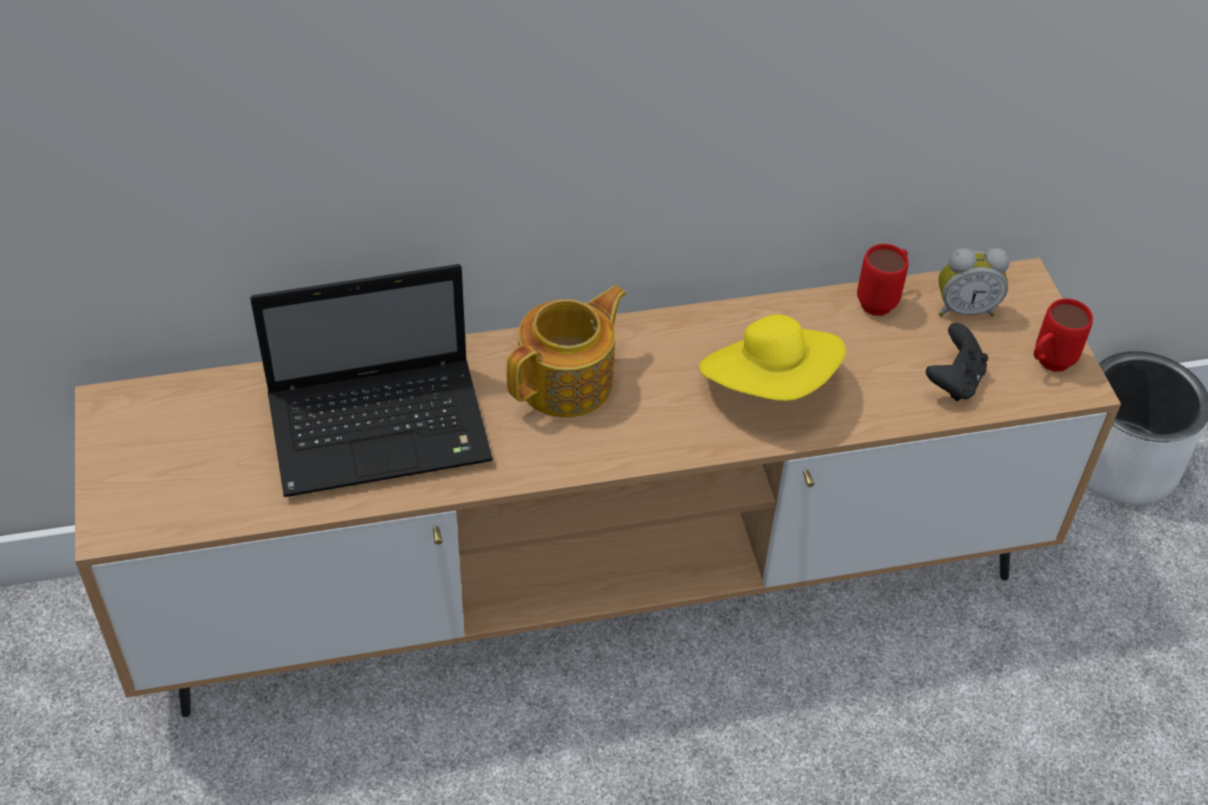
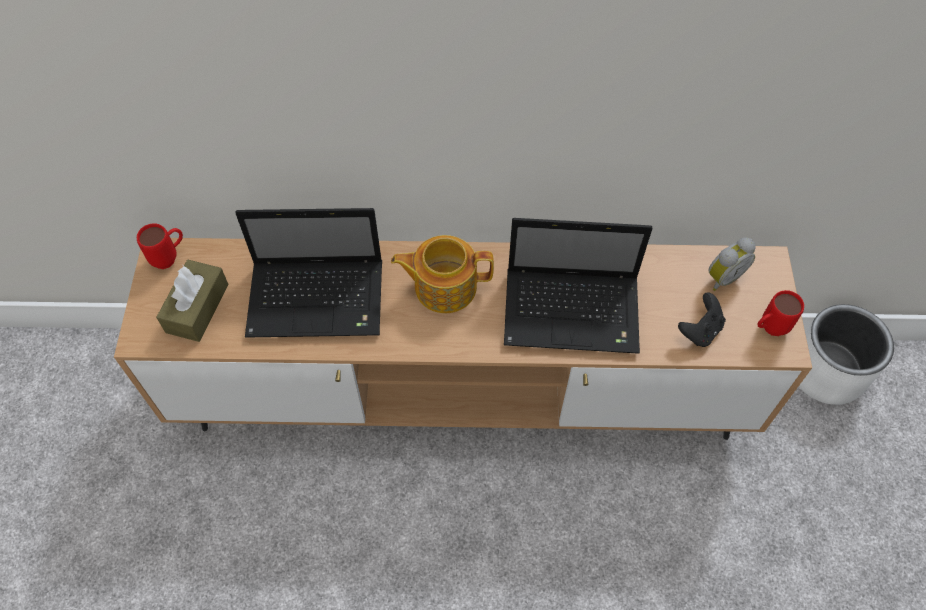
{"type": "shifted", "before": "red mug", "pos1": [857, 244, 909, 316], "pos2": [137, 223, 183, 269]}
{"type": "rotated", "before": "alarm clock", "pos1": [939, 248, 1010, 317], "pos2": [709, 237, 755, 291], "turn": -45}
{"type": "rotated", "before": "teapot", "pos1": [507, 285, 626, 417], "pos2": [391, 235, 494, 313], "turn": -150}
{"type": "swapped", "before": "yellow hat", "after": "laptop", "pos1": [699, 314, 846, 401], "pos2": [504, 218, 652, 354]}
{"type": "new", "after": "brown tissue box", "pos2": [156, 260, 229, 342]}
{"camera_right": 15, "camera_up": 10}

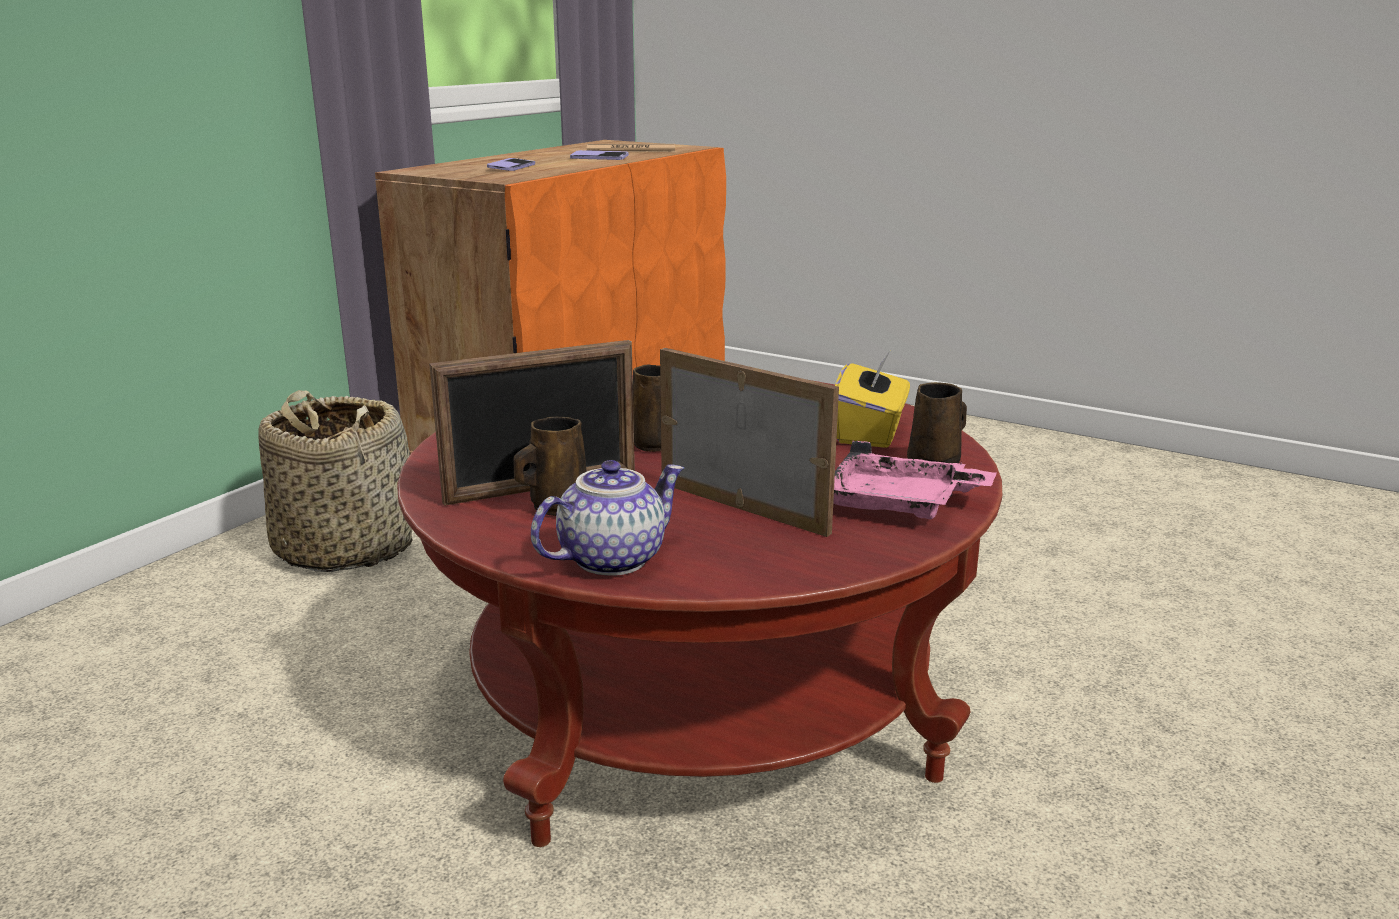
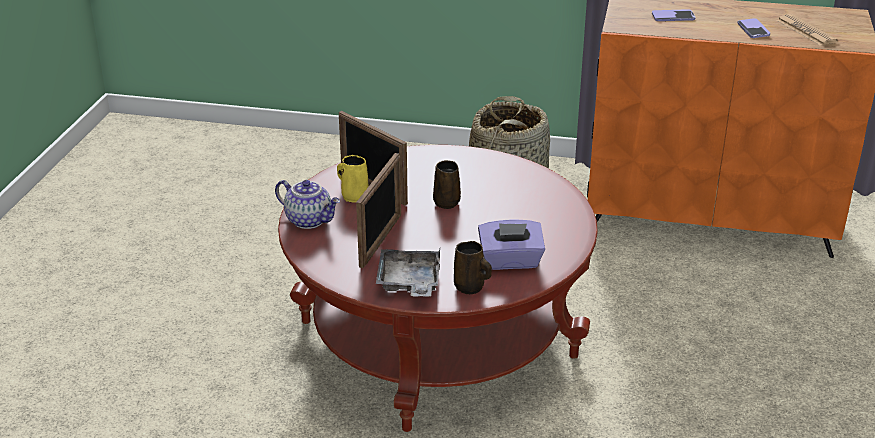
{"type": "repainted", "before": "yellow tissue box", "after": "purple tissue box", "pos1": [835, 350, 910, 448], "pos2": [478, 220, 545, 270]}
{"type": "repainted", "before": "brown mug", "after": "yellow mug", "pos1": [513, 417, 587, 516], "pos2": [337, 155, 369, 203]}
{"type": "repainted", "before": "pink tray", "after": "grey tray", "pos1": [833, 441, 997, 520], "pos2": [376, 249, 440, 297]}
{"camera_right": 70, "camera_up": 10}

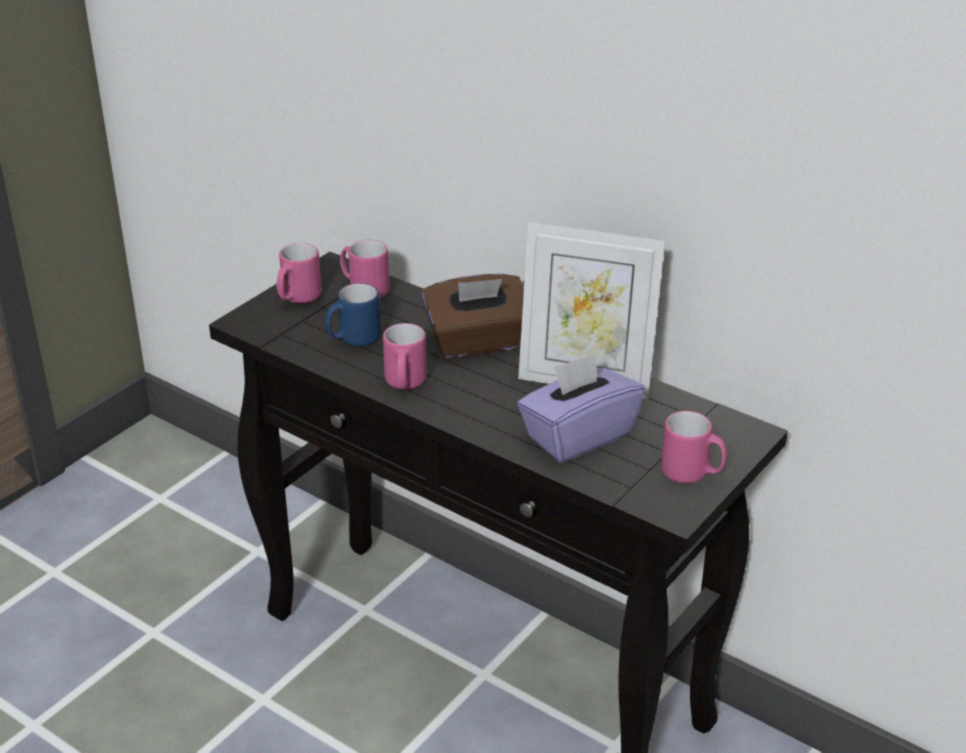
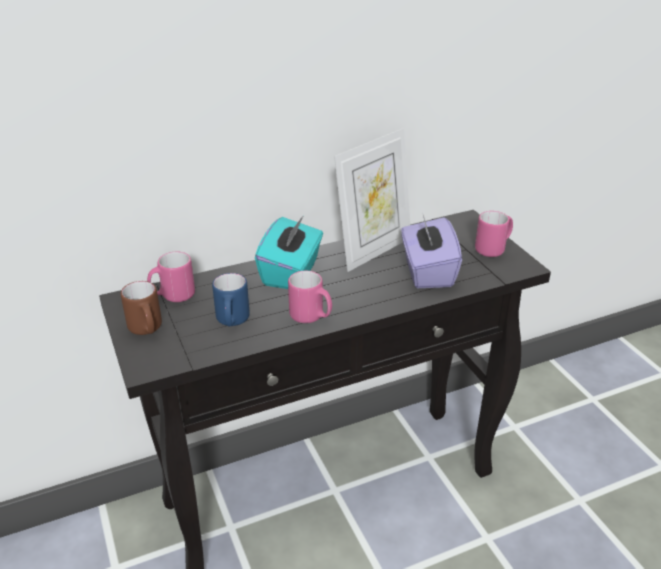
{"type": "repainted", "before": "pink mug", "after": "brown mug", "pos1": [277, 243, 322, 303], "pos2": [121, 281, 162, 335]}
{"type": "repainted", "before": "brown tissue box", "after": "turquoise tissue box", "pos1": [422, 274, 524, 358], "pos2": [255, 215, 323, 289]}
{"camera_right": -60, "camera_up": 0}

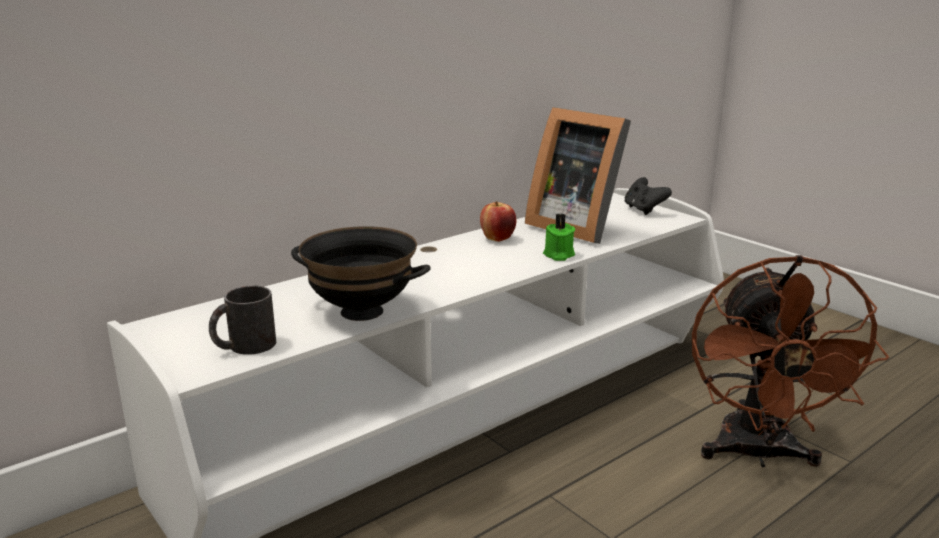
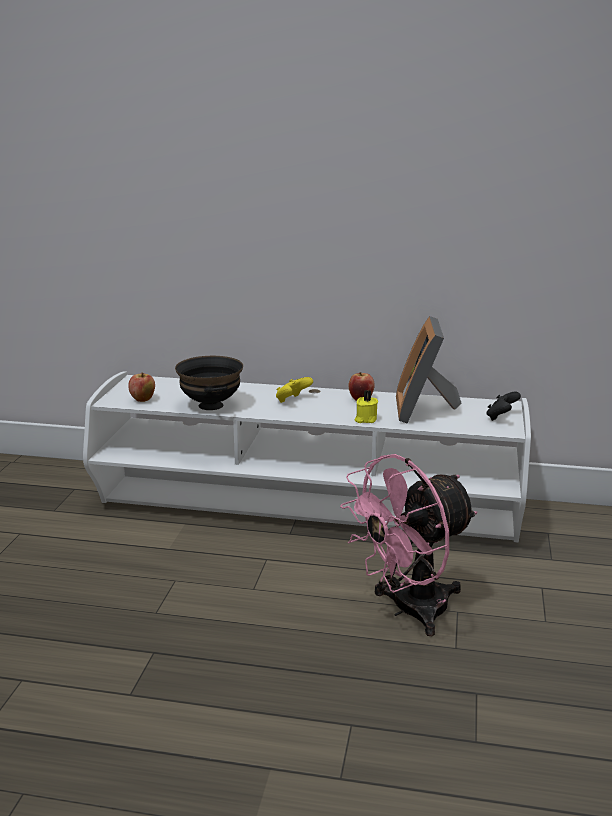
{"type": "repainted", "before": "green candle", "after": "yellow candle", "pos1": [543, 214, 575, 261], "pos2": [354, 390, 378, 423]}
{"type": "repainted", "before": "brown fan", "after": "pink fan", "pos1": [692, 255, 889, 467], "pos2": [340, 454, 478, 636]}
{"type": "swapped", "before": "black mug", "after": "apple", "pos1": [209, 286, 276, 355], "pos2": [128, 373, 155, 402]}
{"type": "new", "after": "yellow game controller", "pos2": [276, 377, 313, 403]}
{"camera_right": 50, "camera_up": 0}

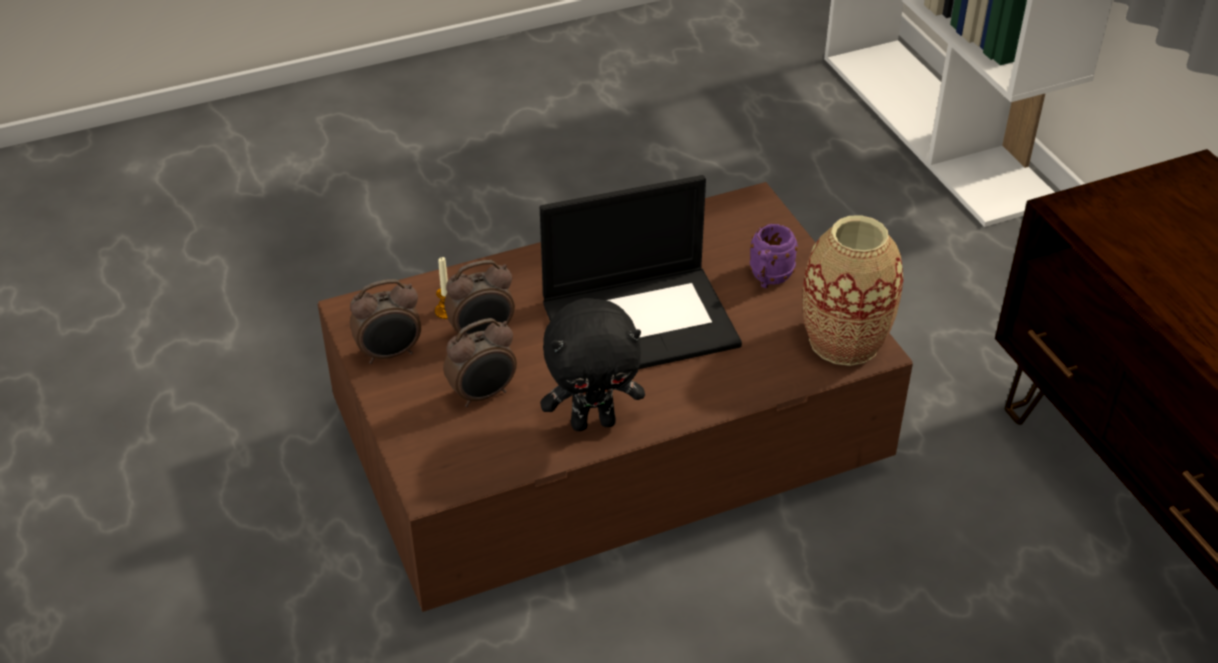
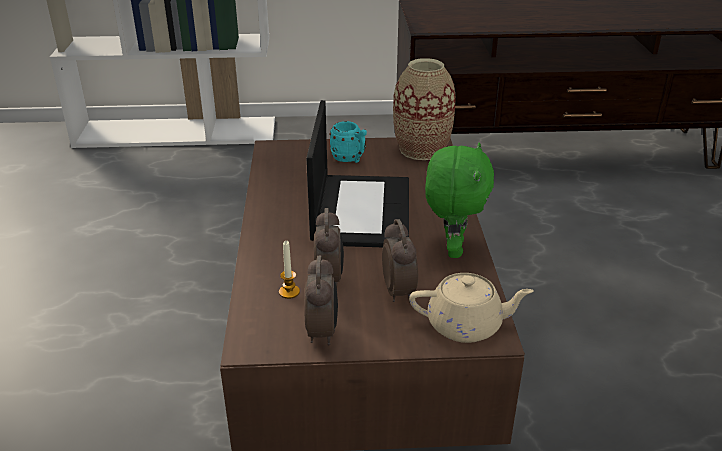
{"type": "repainted", "before": "purple mug", "after": "turquoise mug", "pos1": [750, 224, 798, 288], "pos2": [329, 121, 367, 163]}
{"type": "repainted", "before": "black plush toy", "after": "green plush toy", "pos1": [540, 298, 645, 431], "pos2": [425, 143, 494, 258]}
{"type": "new", "after": "beige teapot", "pos2": [409, 273, 534, 343]}
{"camera_right": -70, "camera_up": -10}

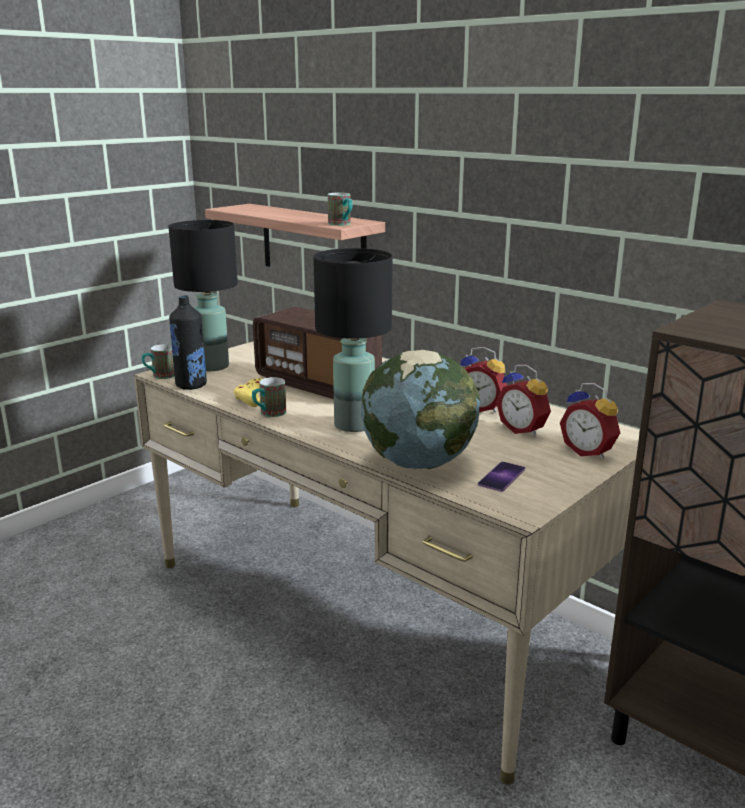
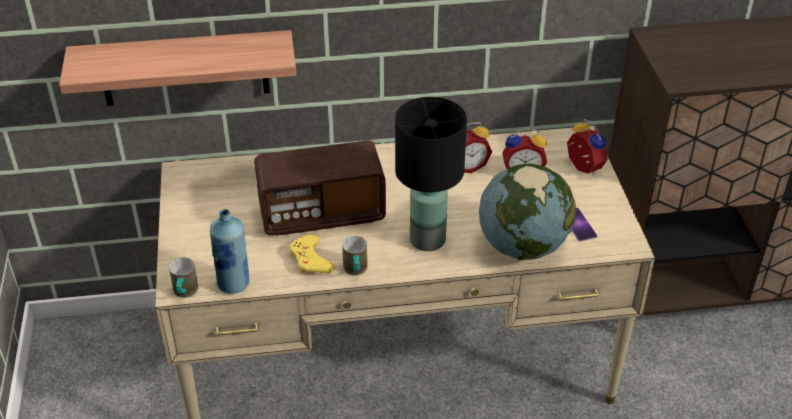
{"type": "gone", "before": "mug", "pos1": [328, 193, 352, 226]}
{"type": "gone", "before": "black table lamp", "pos1": [168, 220, 238, 371]}
{"type": "repainted", "before": "black bottle", "after": "blue bottle", "pos1": [169, 295, 207, 390], "pos2": [210, 209, 250, 294]}
{"type": "rotated", "before": "alarm clock", "pos1": [560, 383, 620, 459], "pos2": [567, 119, 608, 175], "turn": -120}
{"camera_right": -50, "camera_up": 20}

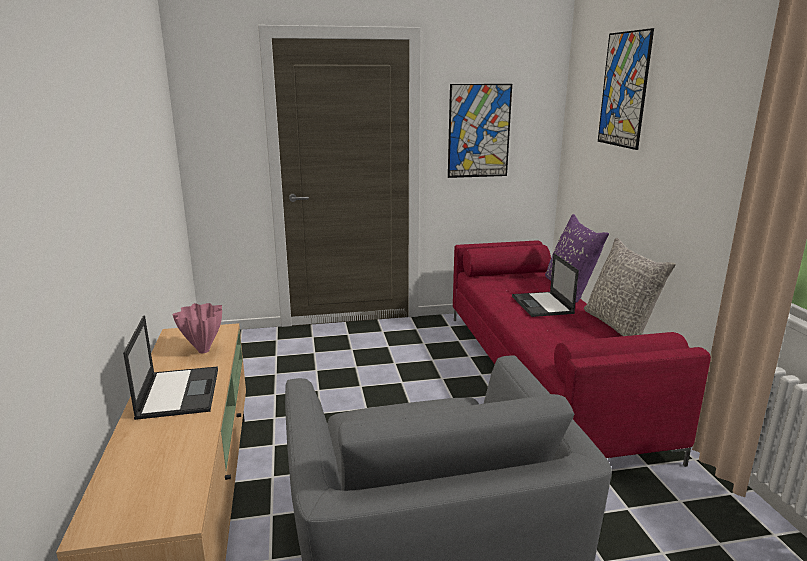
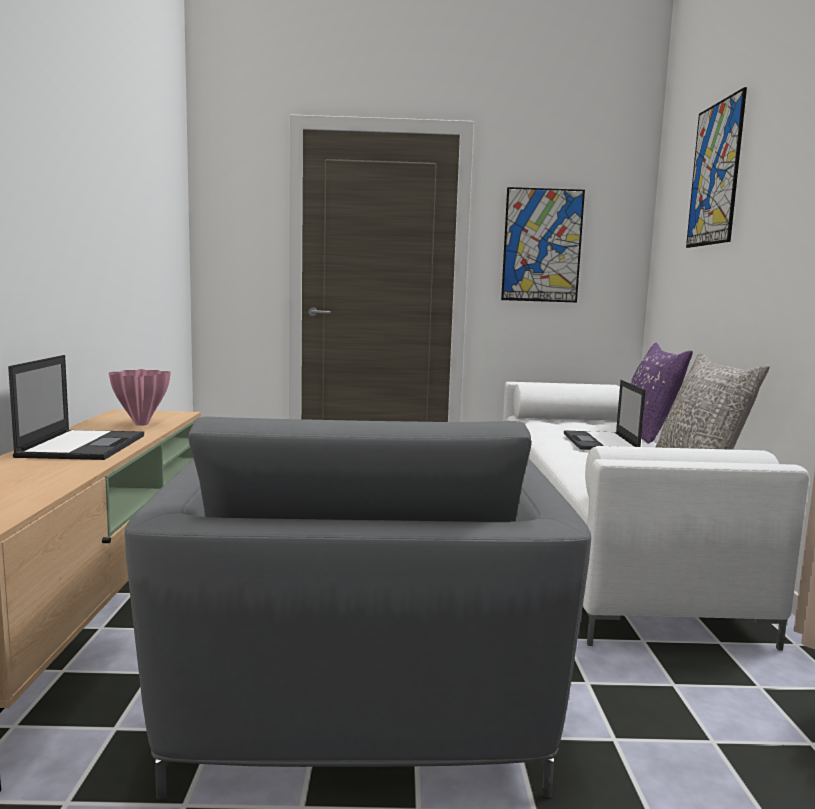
{"type": "repainted", "before": "red sofa", "after": "white sofa", "pos1": [453, 240, 711, 467], "pos2": [503, 382, 809, 651]}
{"camera_right": 10, "camera_up": -10}

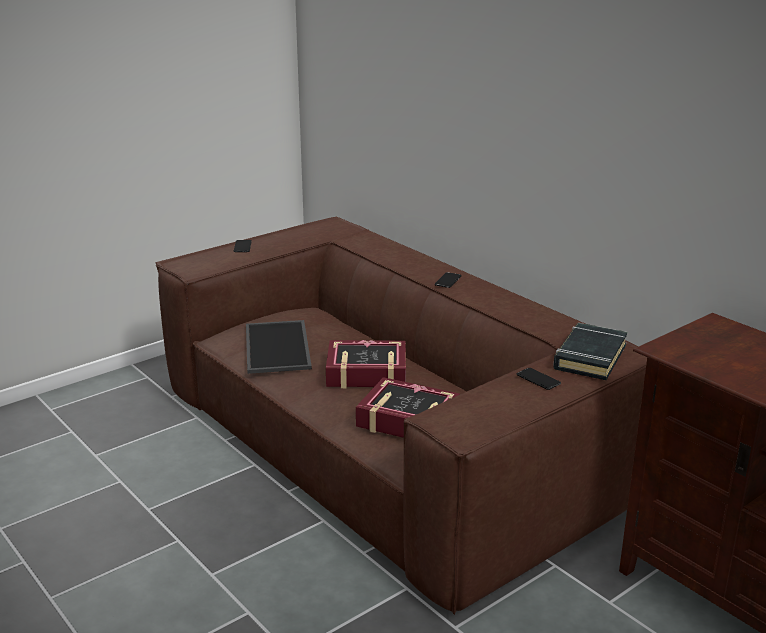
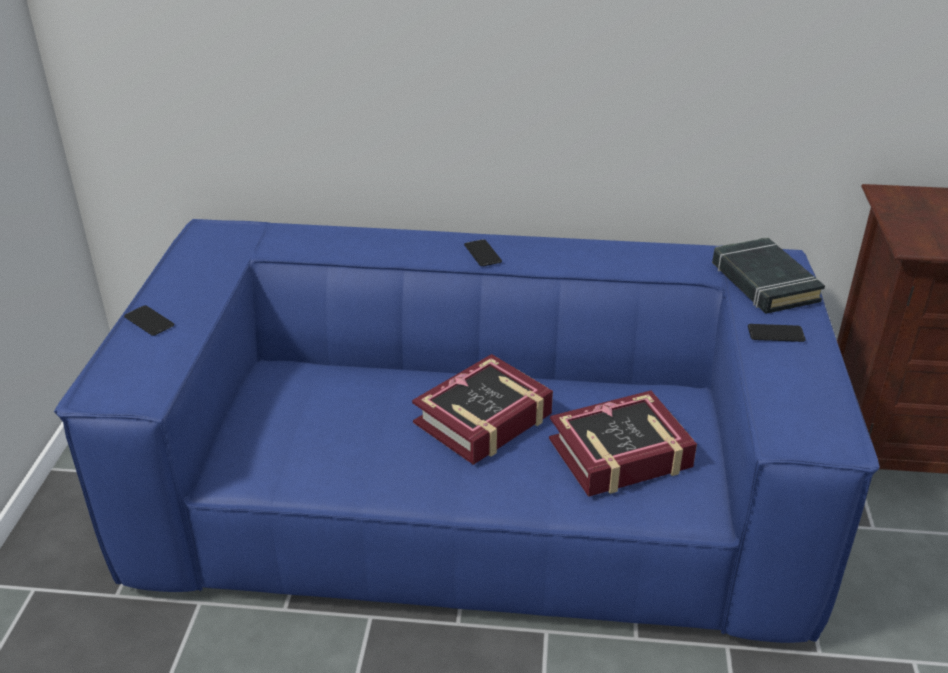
{"type": "repainted", "before": "brown sofa", "after": "blue sofa", "pos1": [155, 217, 647, 615], "pos2": [54, 219, 880, 643]}
{"type": "gone", "before": "tray", "pos1": [246, 320, 312, 374]}
{"camera_right": -45, "camera_up": 10}

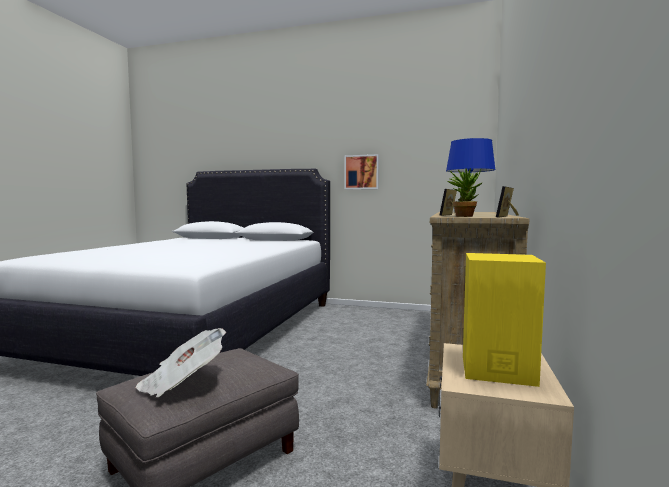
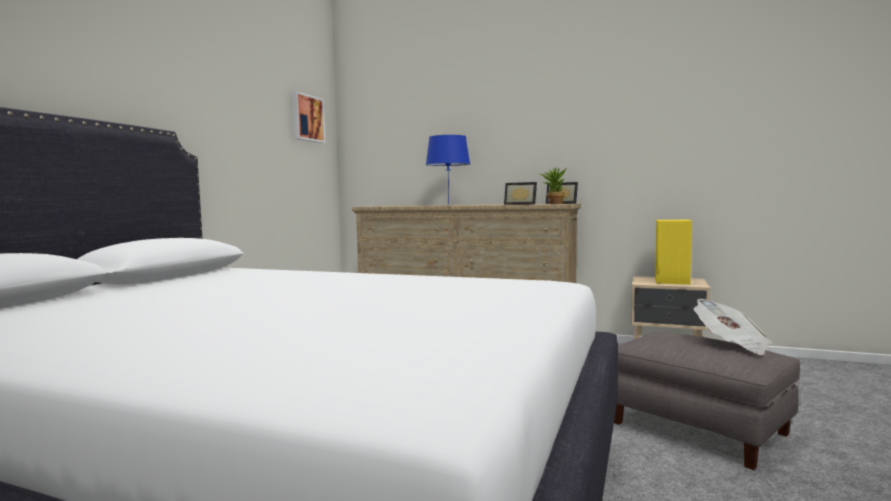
{"type": "shifted", "before": "picture", "pos1": [345, 154, 379, 189], "pos2": [292, 91, 325, 143]}
{"camera_right": -85, "camera_up": 0}

